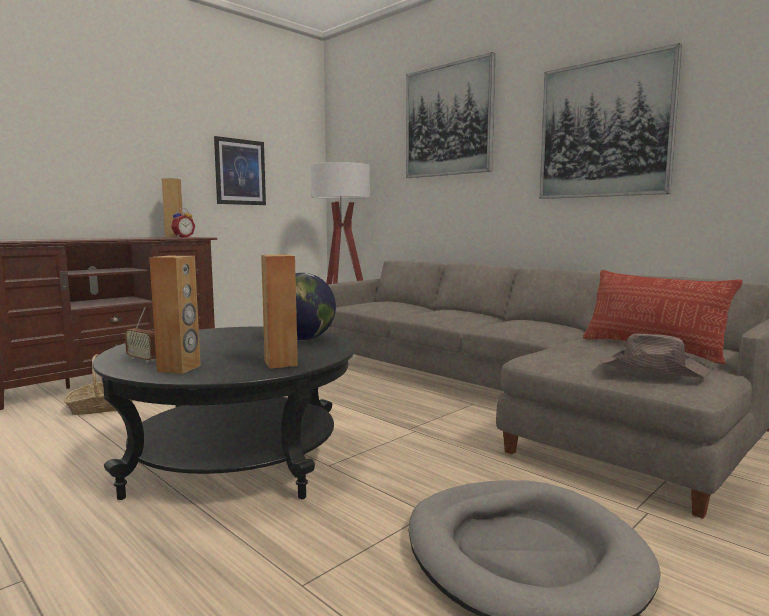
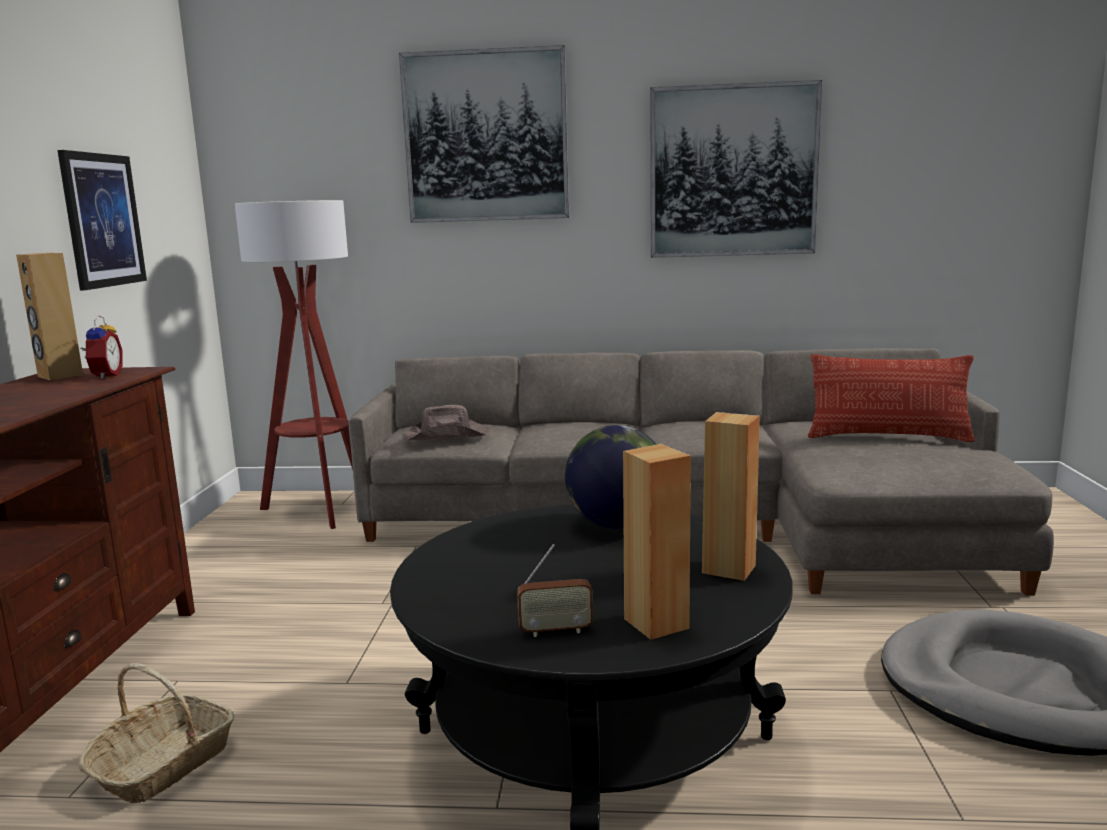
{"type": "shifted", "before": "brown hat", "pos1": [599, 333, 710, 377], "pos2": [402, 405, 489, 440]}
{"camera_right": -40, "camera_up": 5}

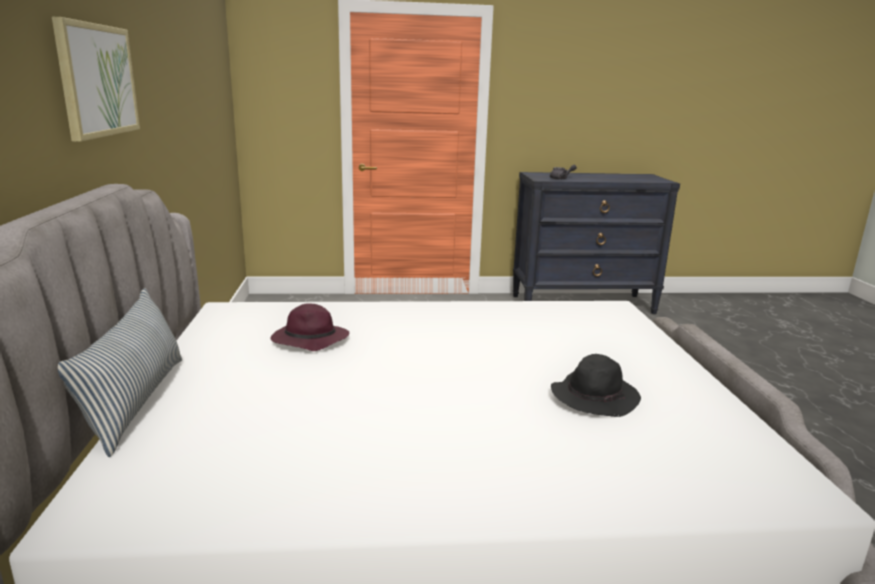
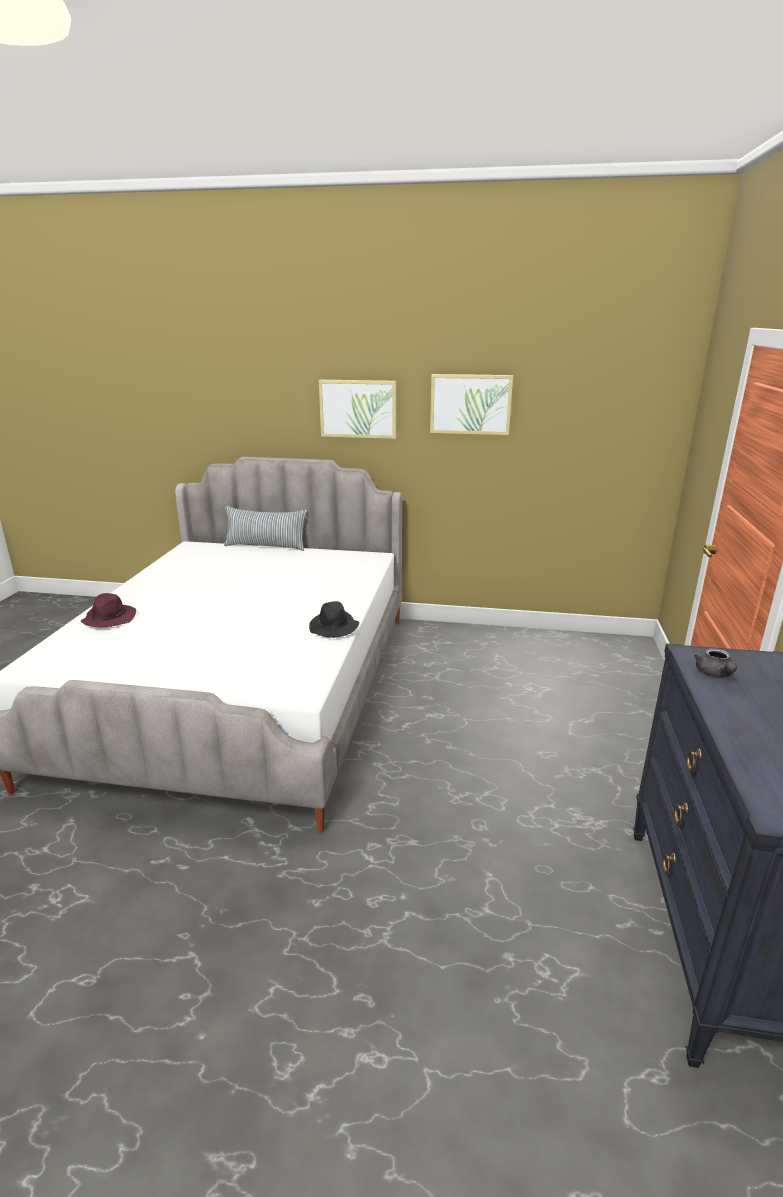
{"type": "shifted", "before": "purple hat", "pos1": [270, 303, 349, 351], "pos2": [81, 593, 136, 627]}
{"type": "shifted", "before": "black hat", "pos1": [551, 354, 641, 417], "pos2": [309, 601, 359, 638]}
{"type": "new", "after": "picture", "pos2": [430, 374, 513, 435]}
{"camera_right": 105, "camera_up": 5}

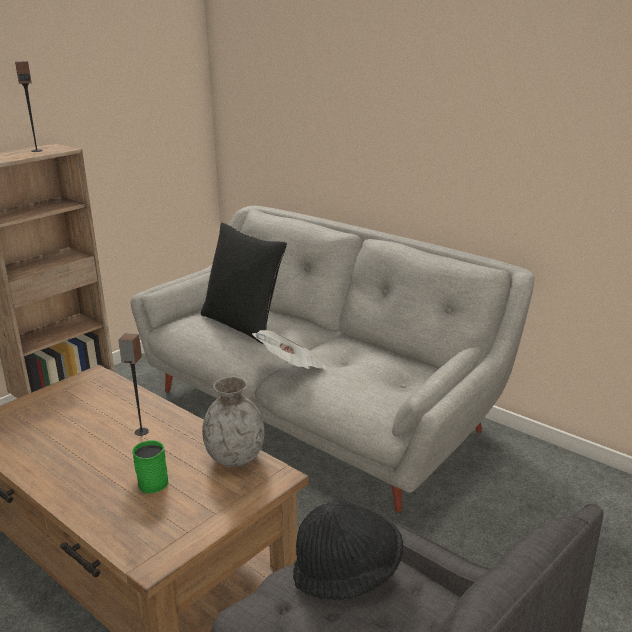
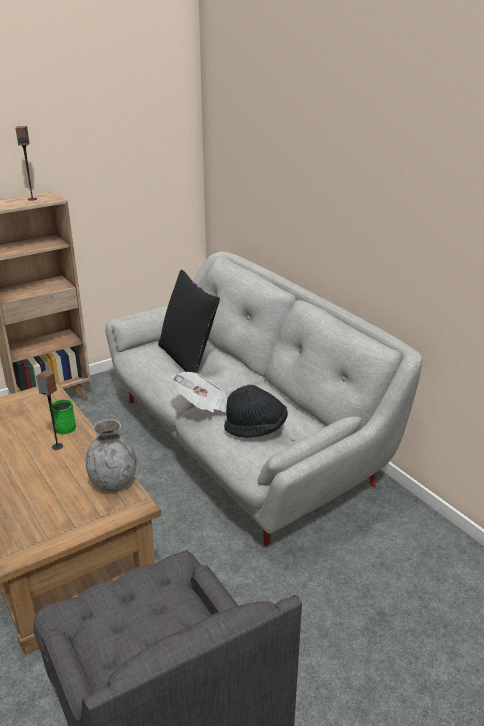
{"type": "shifted", "before": "green mug", "pos1": [132, 440, 168, 493], "pos2": [52, 399, 76, 434]}
{"type": "shifted", "before": "black hat", "pos1": [293, 500, 403, 600], "pos2": [224, 385, 288, 438]}
{"camera_right": 15, "camera_up": 5}

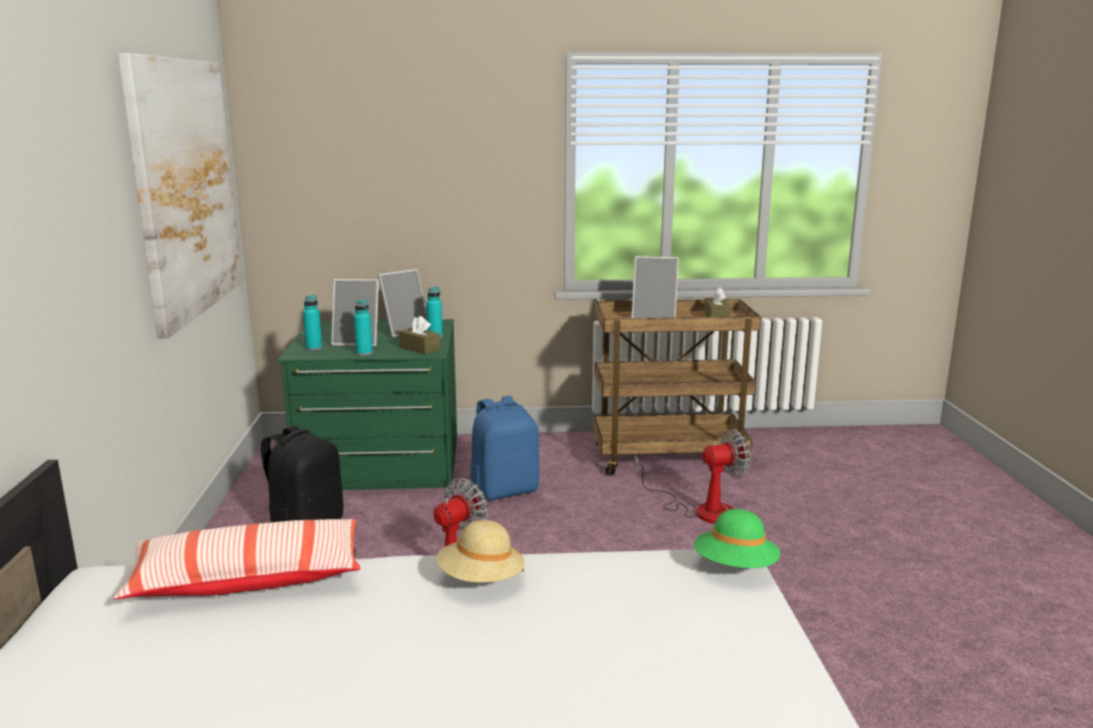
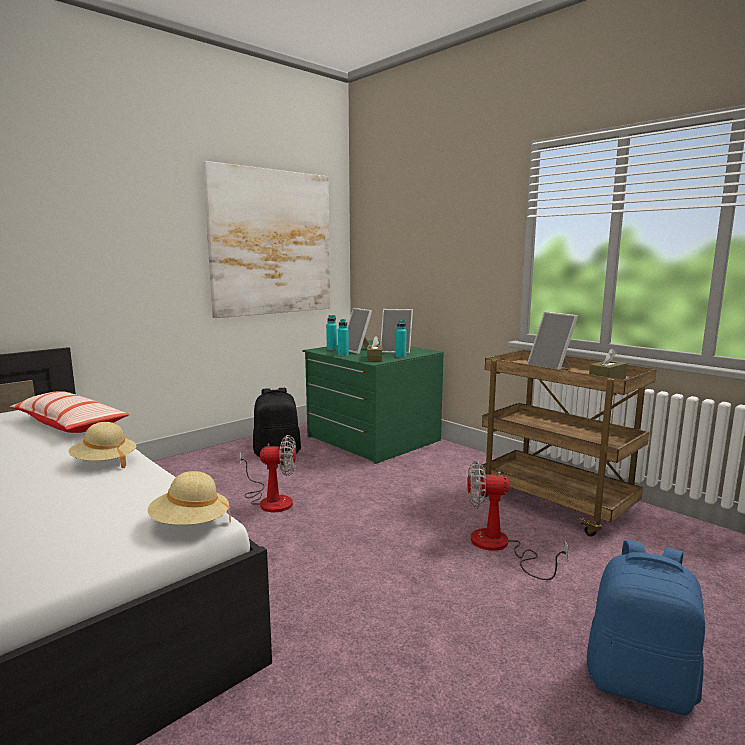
{"type": "shifted", "before": "blue backpack", "pos1": [471, 396, 539, 501], "pos2": [587, 540, 705, 715]}
{"type": "rotated", "before": "fan", "pos1": [634, 429, 751, 524], "pos2": [467, 461, 568, 580], "turn": 150}
{"type": "repainted", "before": "green hat", "after": "beige hat", "pos1": [694, 509, 780, 568], "pos2": [148, 471, 231, 525]}
{"camera_right": 50, "camera_up": -5}

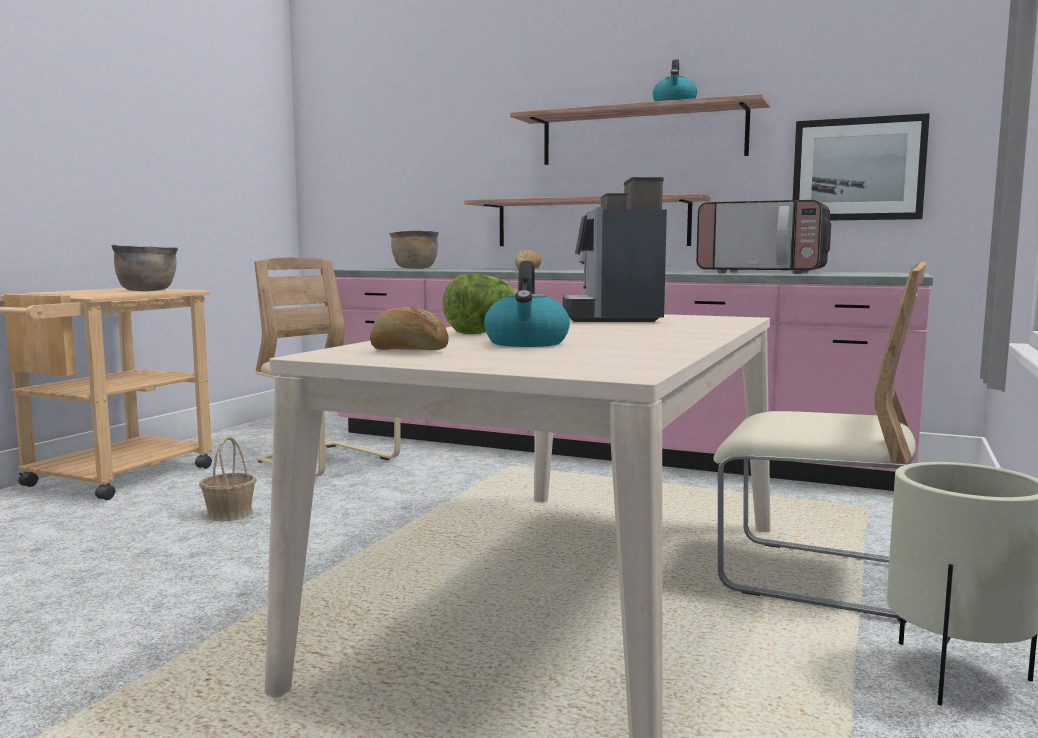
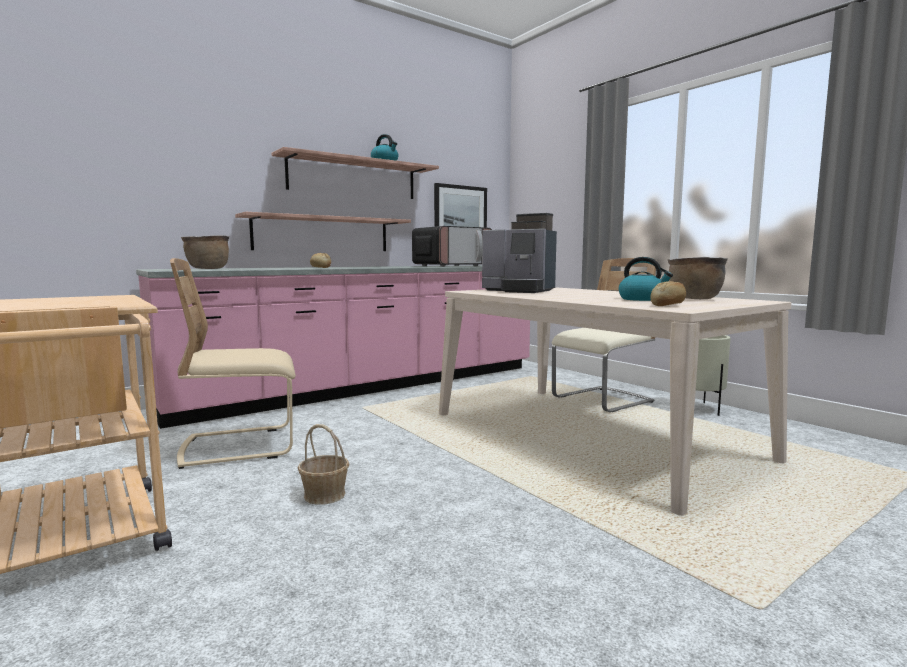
{"type": "shifted", "before": "brown cooking pot", "pos1": [111, 244, 178, 291], "pos2": [668, 257, 728, 299]}
{"type": "gone", "before": "lettuce", "pos1": [443, 273, 518, 334]}
{"camera_right": -60, "camera_up": 0}

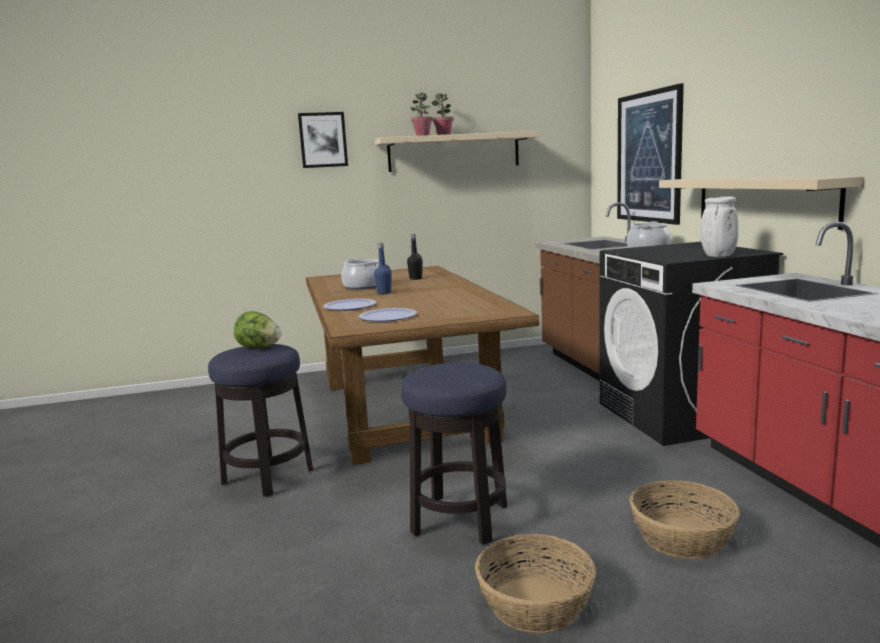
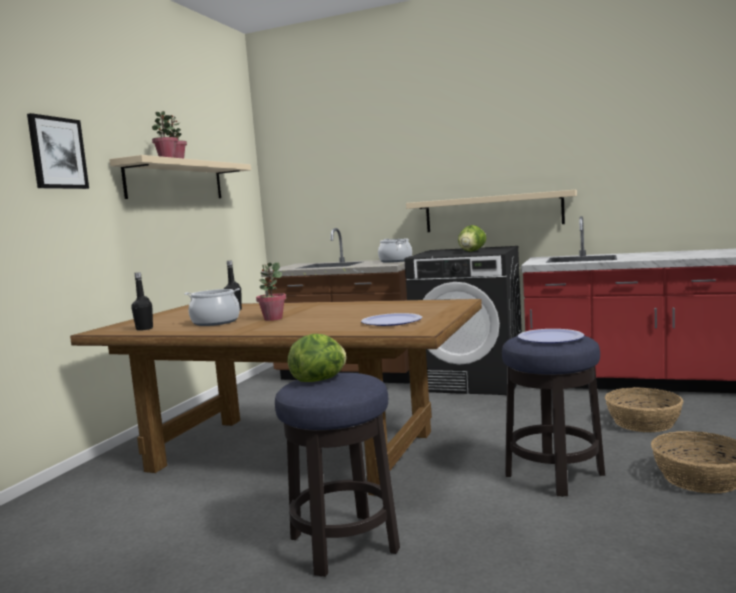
{"type": "gone", "before": "picture", "pos1": [617, 83, 684, 225]}
{"type": "gone", "before": "white vase", "pos1": [701, 196, 738, 257]}
{"type": "swapped", "before": "blue bottle", "after": "potted plant", "pos1": [374, 243, 392, 294], "pos2": [256, 263, 286, 321]}
{"type": "shifted", "before": "plate", "pos1": [323, 299, 376, 311], "pos2": [518, 329, 584, 343]}
{"type": "new", "after": "lettuce", "pos2": [458, 225, 486, 252]}
{"type": "new", "after": "black bottle", "pos2": [131, 272, 153, 331]}
{"camera_right": -55, "camera_up": -5}

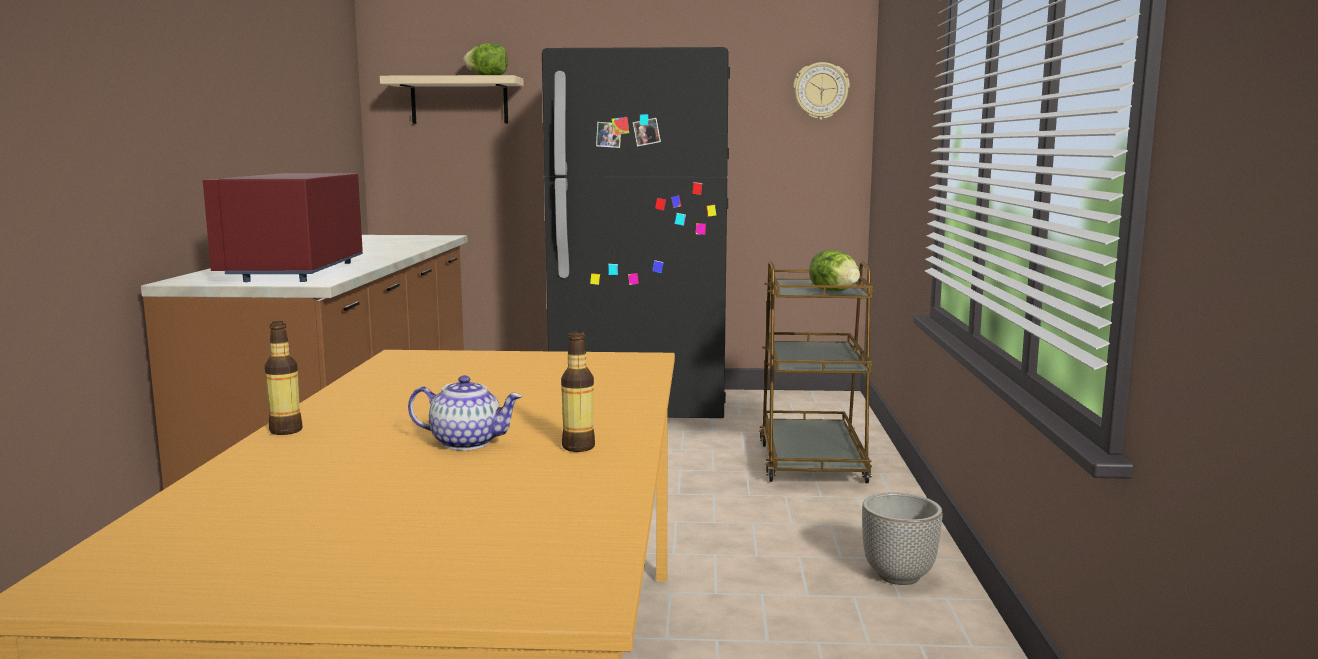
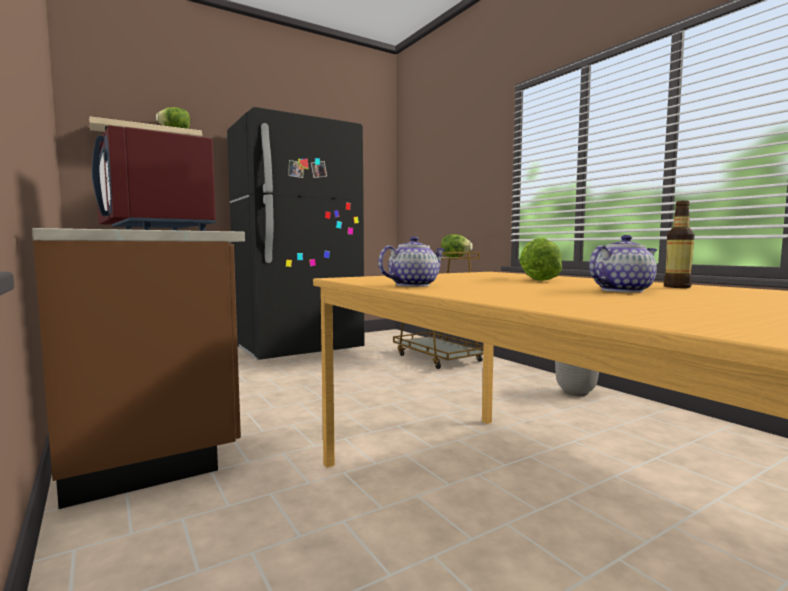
{"type": "gone", "before": "wall clock", "pos1": [793, 62, 850, 120]}
{"type": "gone", "before": "bottle", "pos1": [265, 321, 302, 435]}
{"type": "new", "after": "teapot", "pos2": [378, 236, 446, 287]}
{"type": "new", "after": "lettuce", "pos2": [519, 238, 562, 281]}
{"camera_right": -35, "camera_up": -5}

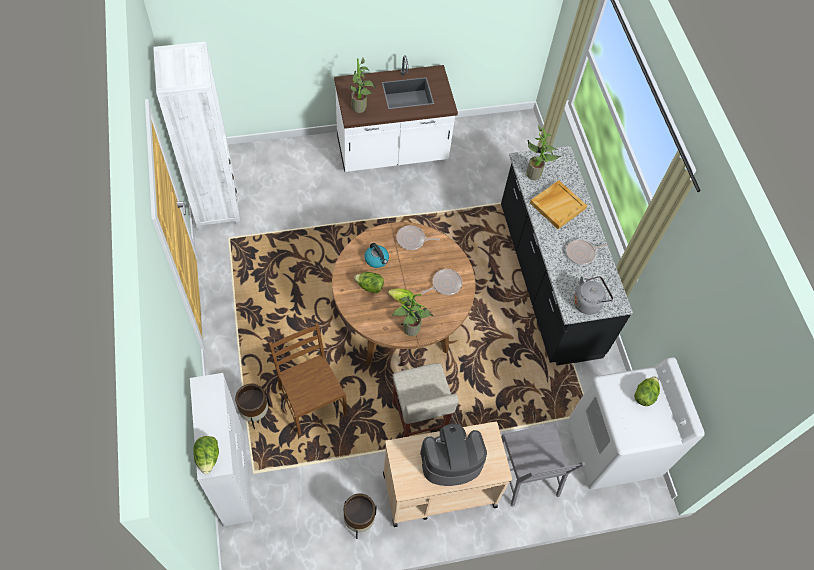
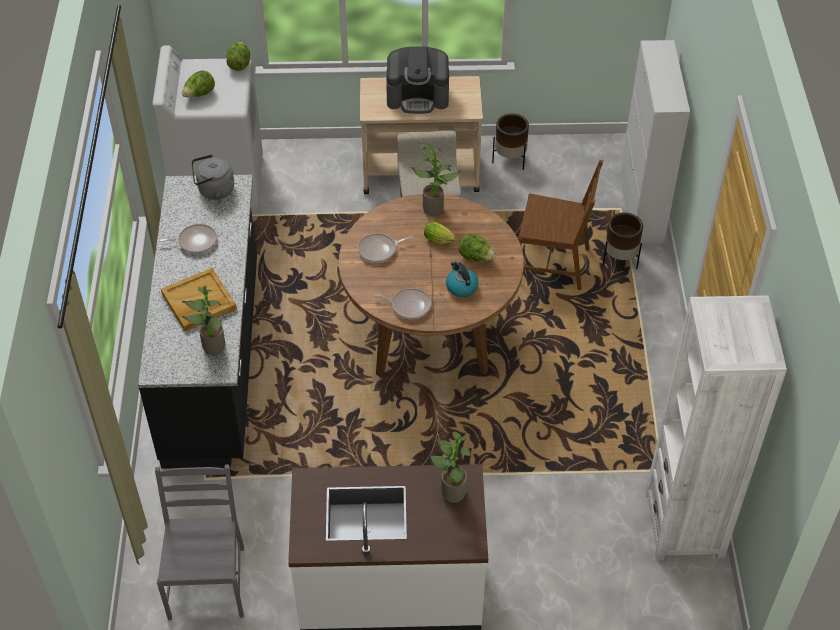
{"type": "rotated", "before": "brown chair", "pos1": [269, 322, 347, 436], "pos2": [518, 160, 603, 290], "turn": -60}
{"type": "shifted", "before": "grey chair", "pos1": [501, 424, 585, 507], "pos2": [155, 465, 244, 620]}
{"type": "shifted", "before": "lettuce", "pos1": [193, 436, 219, 474], "pos2": [226, 42, 250, 71]}
{"camera_right": -165, "camera_up": -10}

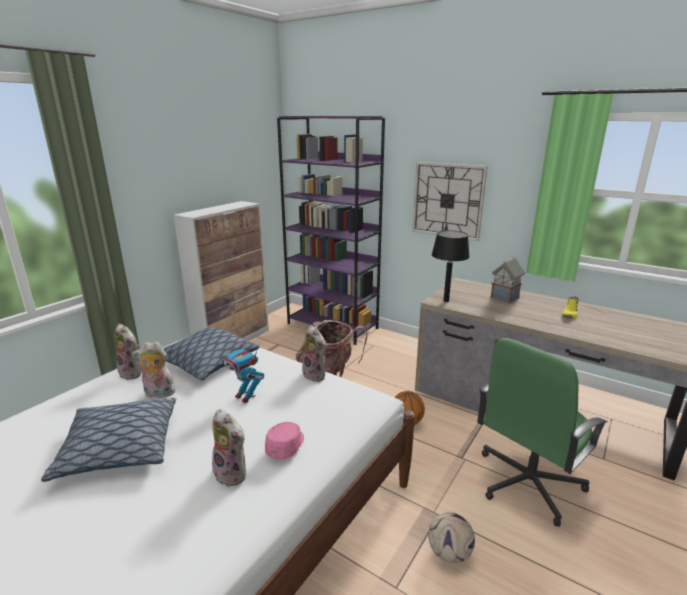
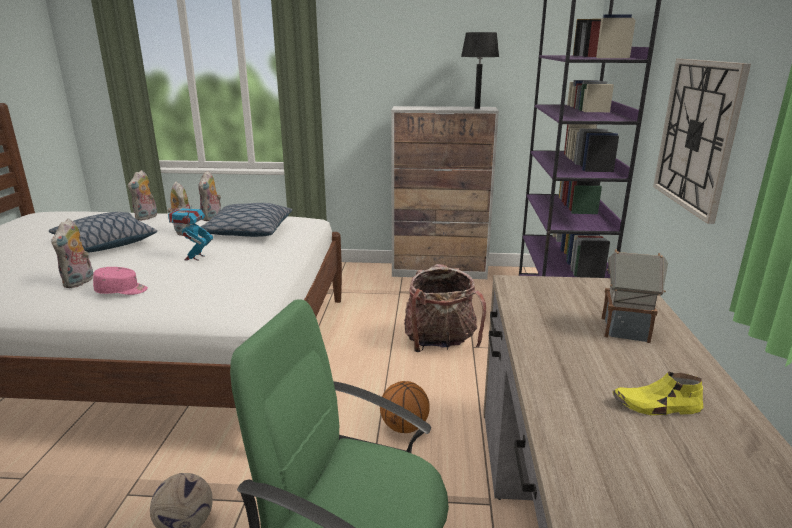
{"type": "shifted", "before": "black table lamp", "pos1": [432, 231, 470, 302], "pos2": [461, 32, 499, 109]}
{"type": "shifted", "before": "plush toy", "pos1": [302, 325, 326, 382], "pos2": [128, 170, 157, 221]}
{"camera_right": 60, "camera_up": 0}

